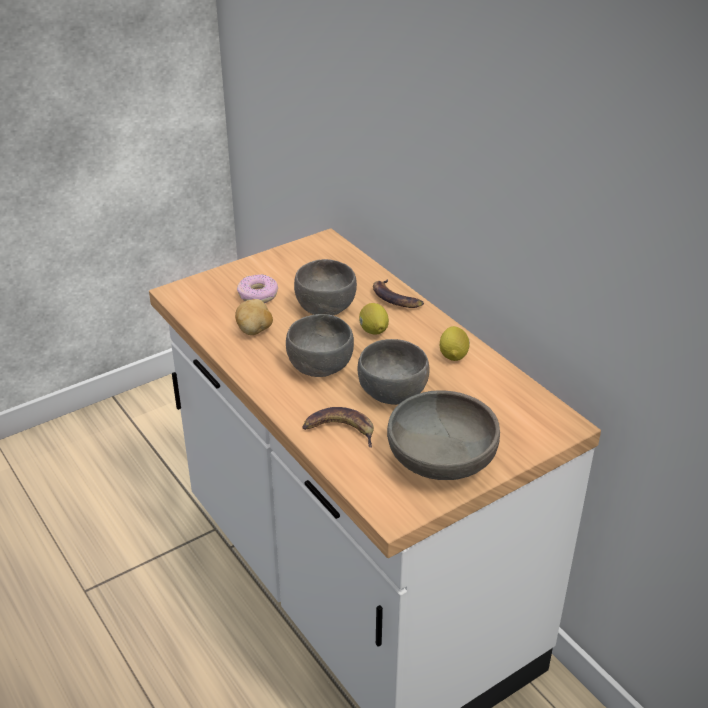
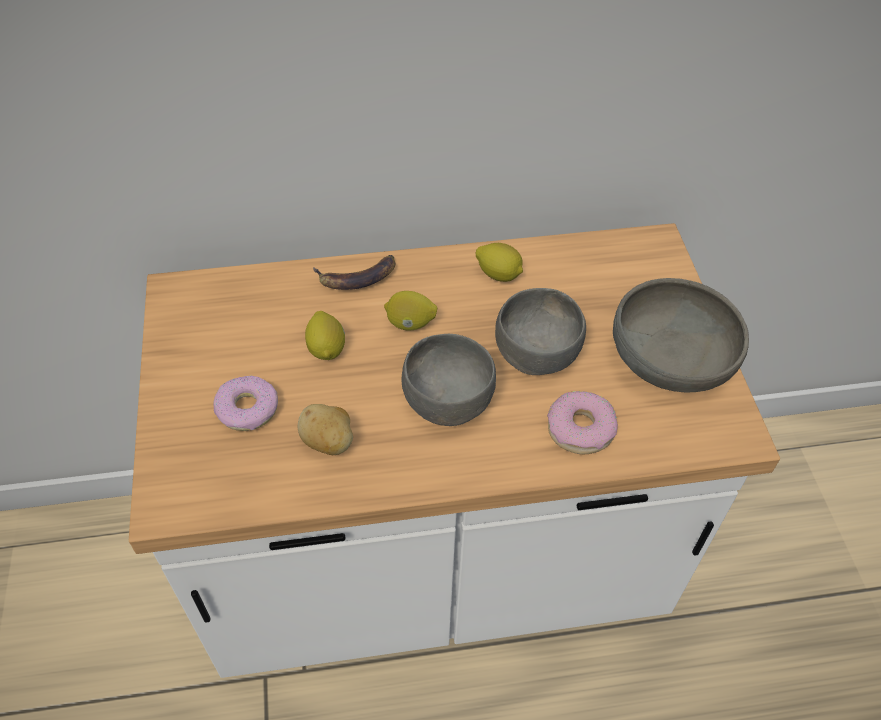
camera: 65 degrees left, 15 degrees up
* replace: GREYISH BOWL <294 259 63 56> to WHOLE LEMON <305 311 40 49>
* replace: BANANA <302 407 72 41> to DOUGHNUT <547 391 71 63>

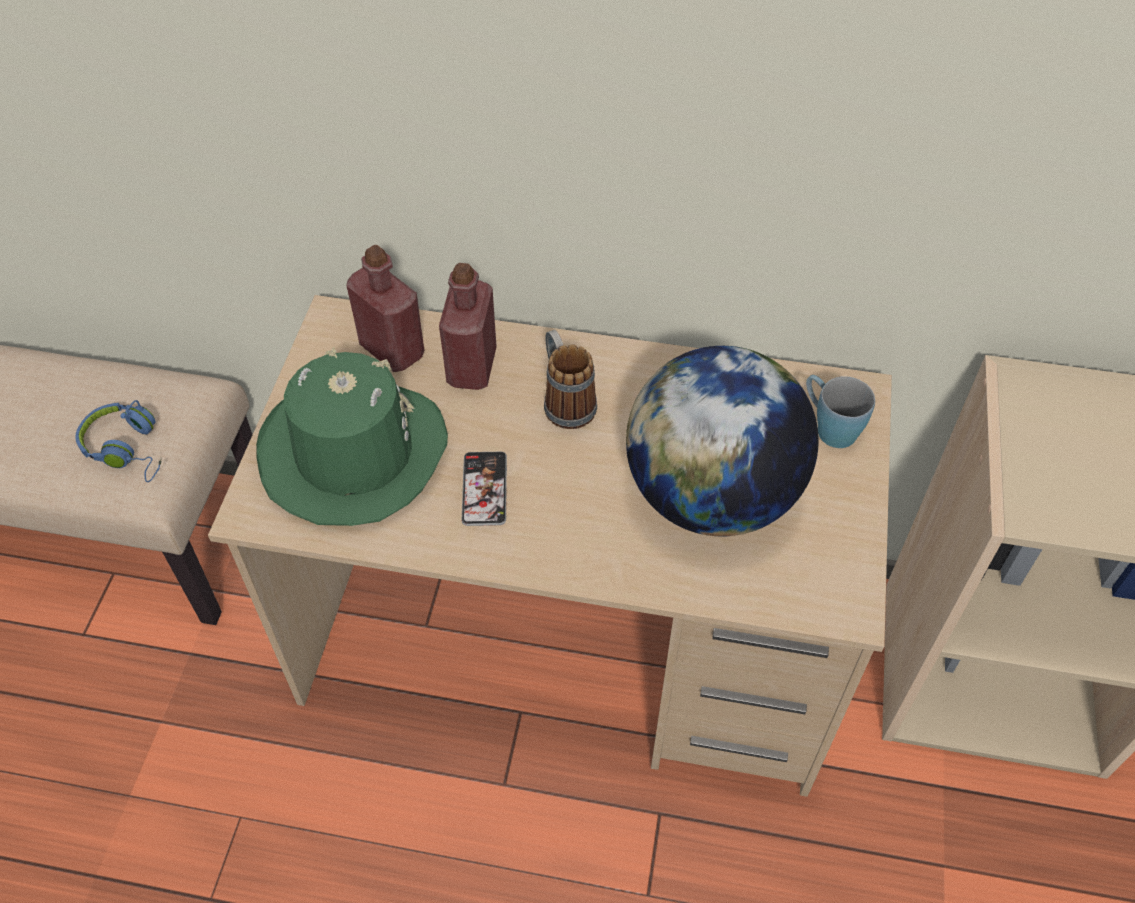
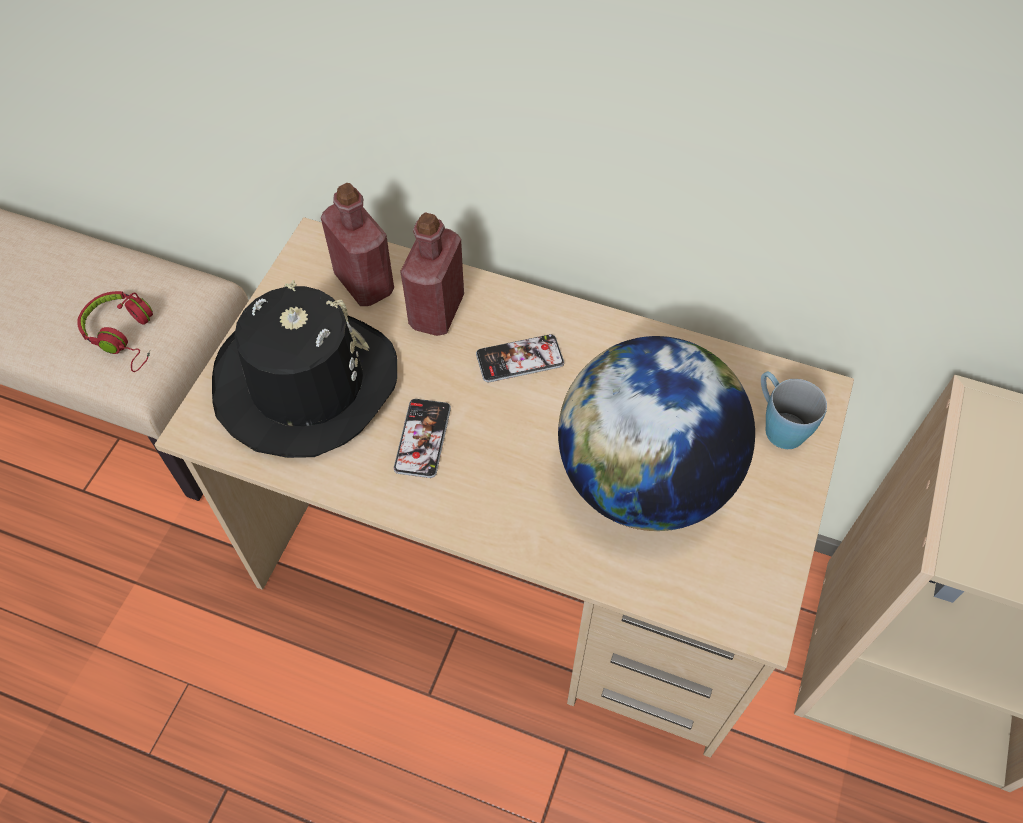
camera: 10 degrees right, 5 degrees up
* recolor: BLUISH HEADPHONES <75 400 87 82> to REDDISH HEADPHONES <77 291 76 81>
* recolor: GREENISH HAT <256 347 192 179> to BLACK-COLOURED HAT <212 280 185 178>
* replace: COFFEE MUG <544 330 53 99> to PHONE <476 334 88 48>

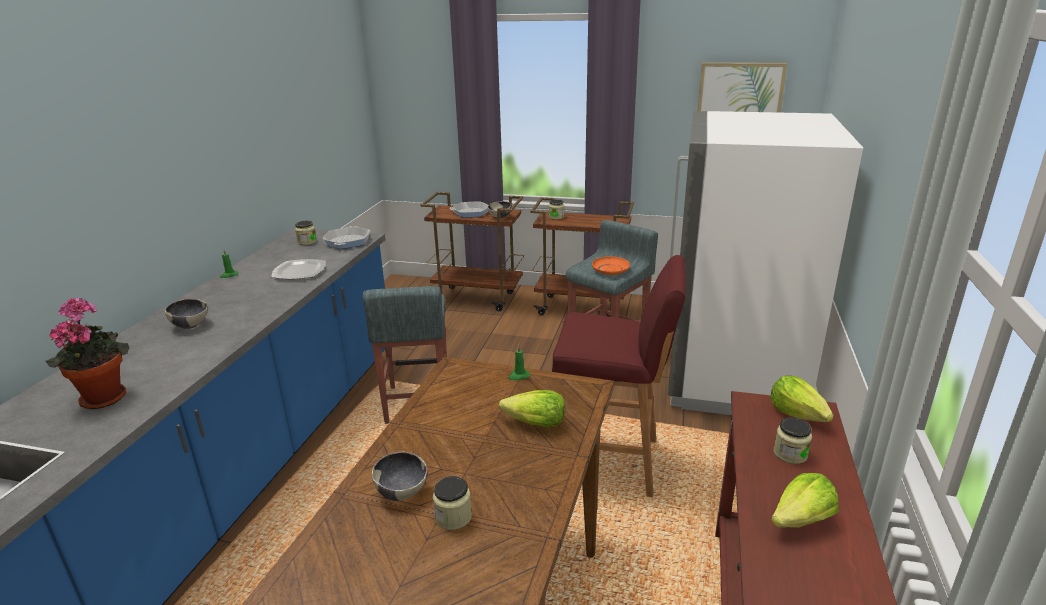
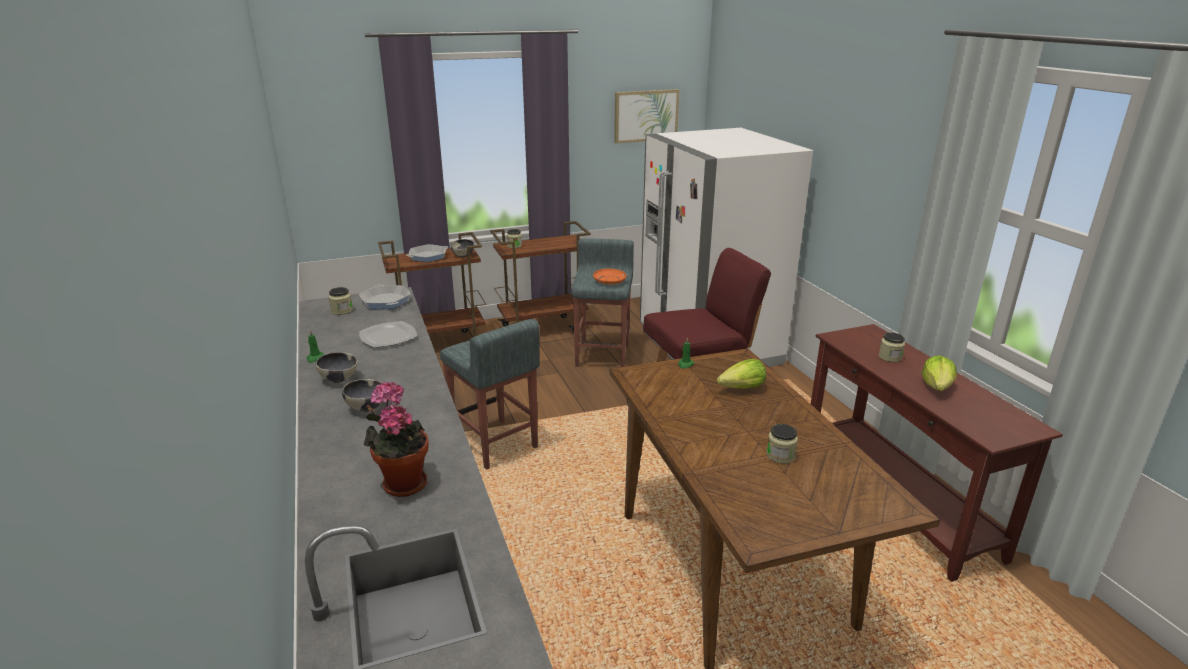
camera: 35 degrees left, 0 degrees up
* move: BOWL <372 451 56 50> to <316 352 42 31>
* delete: LETTUCE <770 376 64 46>

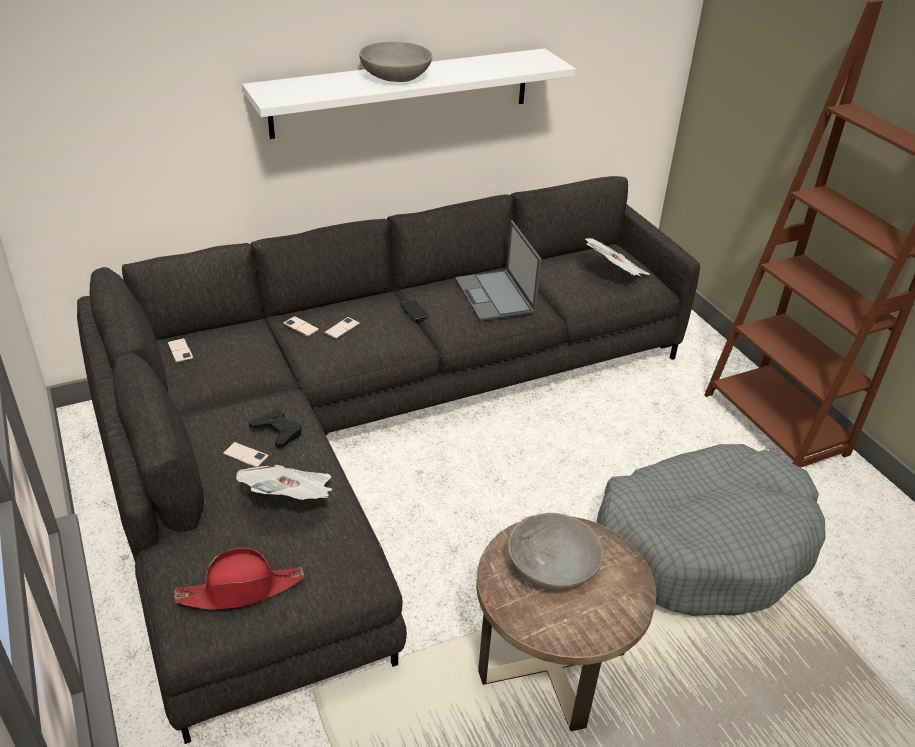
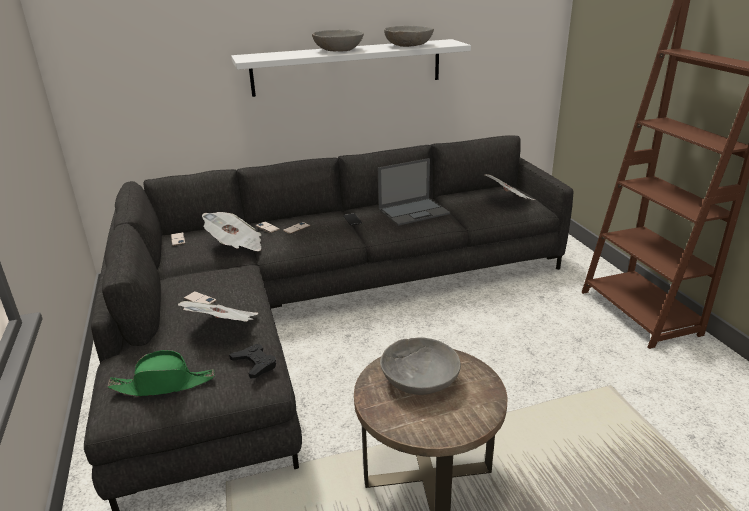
camera: 10 degrees right, 10 degrees down
* recolor: REDDISH HAT <174 548 131 62> to GREENISH HAT <107 350 108 46>
* move: BLACK-COLOURED GAME CONTROLLER <249 409 53 39> to <229 344 47 35>
* rotate: PORTABLE COMPUTER <455 220 86 101> = <378 158 72 68> 105 degrees counterclockwise
* delete: GREYISH PET BED <597 444 229 172>
* insert: DAILY PAPER <202 212 59 39>
* insert: GREYISH BOWL <384 26 50 21>

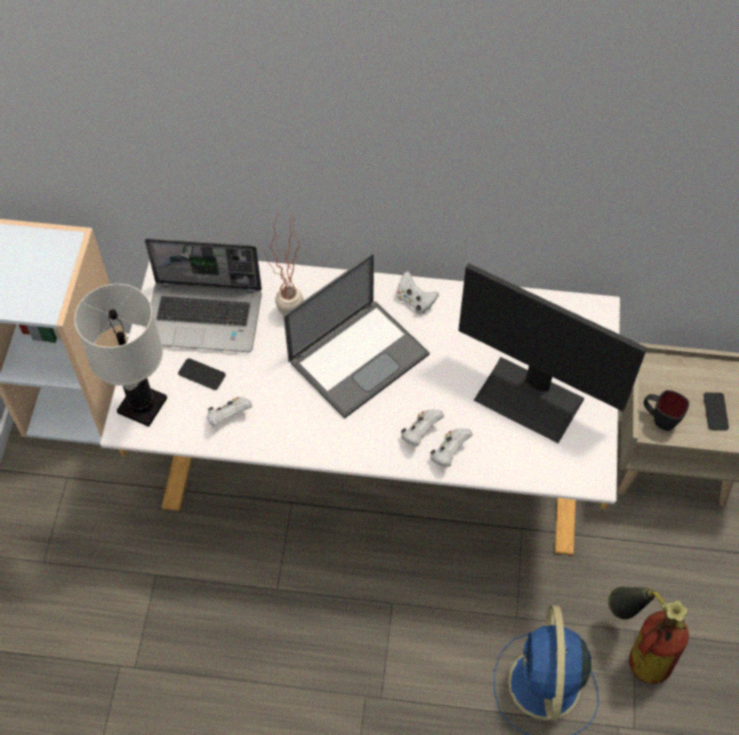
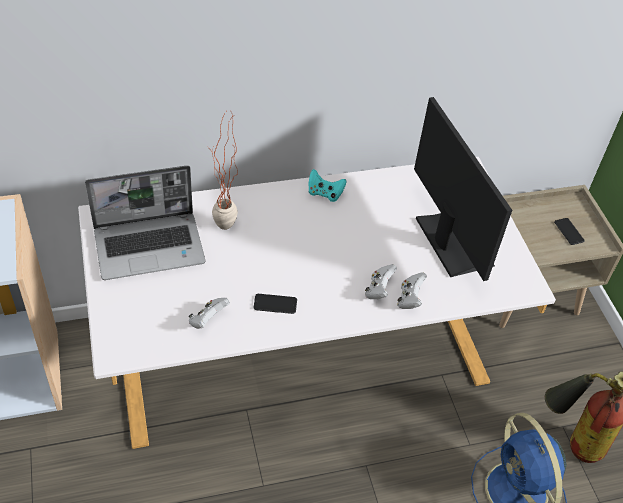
camera: 25 degrees left, 10 degrees down
* delete: WHITE-COLOURED TABLE LAMP <74 284 93 143>
* move: PHONE <178 358 48 32> to <254 294 43 20>
* delete: PORTABLE COMPUTER <283 253 147 165>
* recolor: WHITE-COLOURED GAME CONTROLLER <396 271 43 43> to BLUE-GREEN GAME CONTROLLER <309 169 38 33>
* rotate: MONITOR <458 263 189 180> = <414 97 98 184> 120 degrees counterclockwise
* delete: BLACK-COLOURED COFFEE MUG <644 390 45 41>

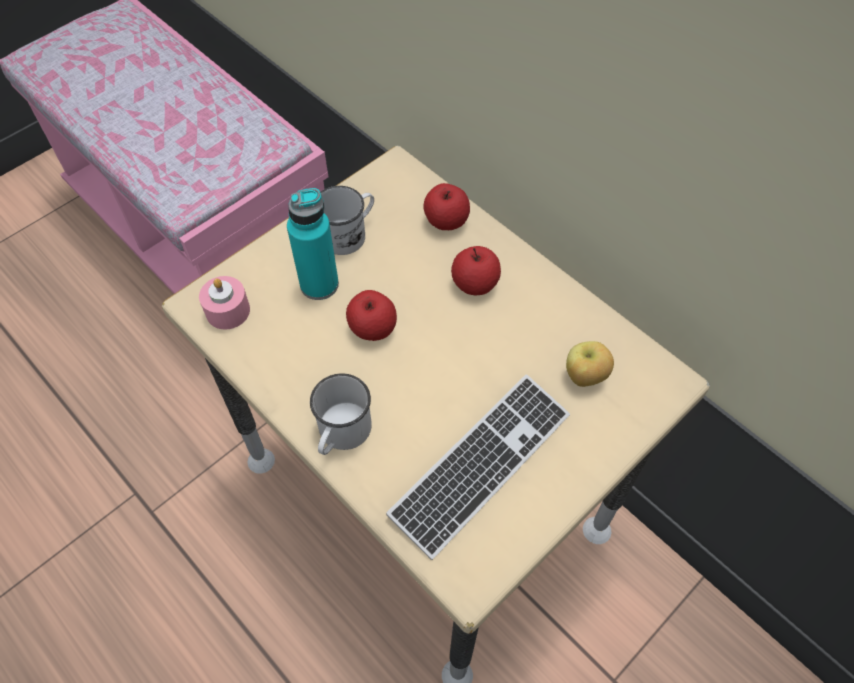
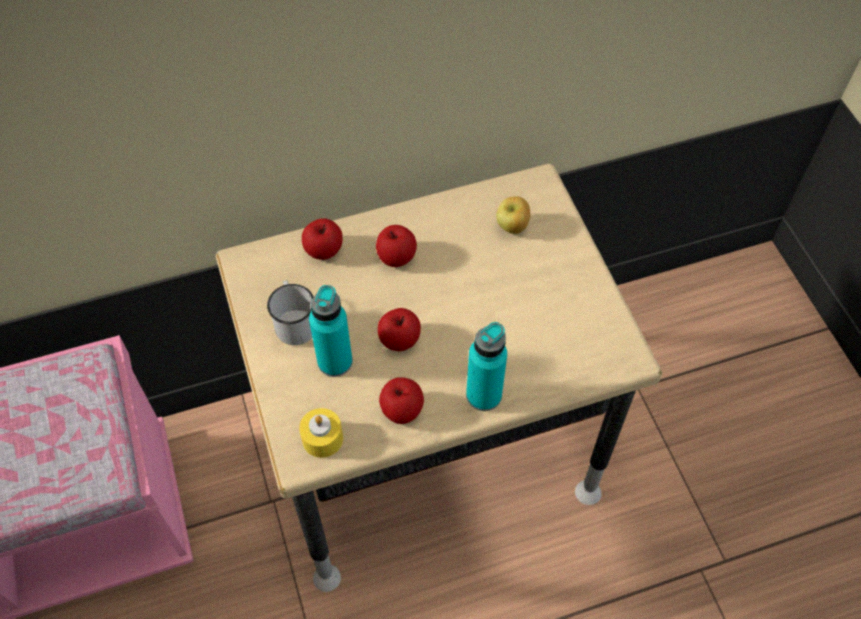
camera: 65 degrees left, 0 degrees up
* recolor: PINK-COLOURED CANDLE <199 276 51 54> to YELLOW-COLOURED CANDLE <299 408 44 50>
* replace: WHITE-COLOURED COFFEE MUG <310 373 62 82> to BLUE-GREEN DRINK BOTTLE <466 322 41 89>
* delete: COMPUTER KEYBOARD <386 375 184 185>
* insert: APPLE FRUIT <379 377 45 47>

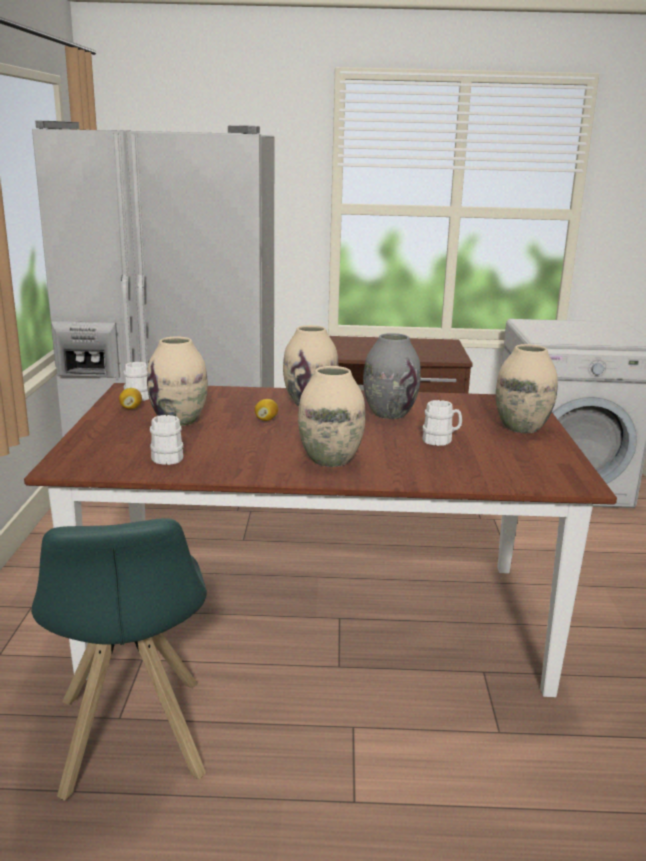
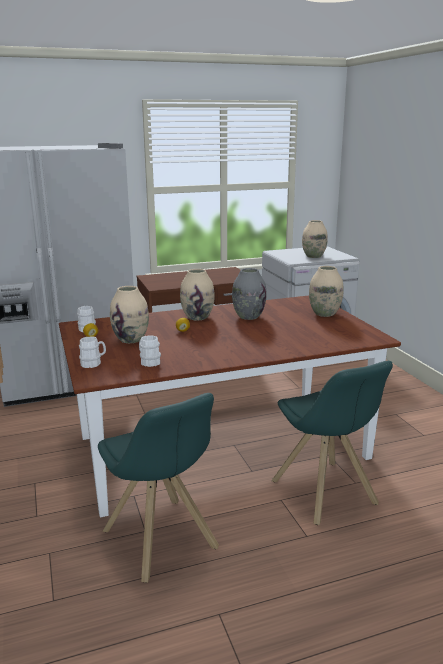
camera: 20 degrees left, 0 degrees up
* move: SAND-COLOURED FLOWER VASE <298 366 68 101> to <302 220 26 38>
* move: WHITE-COLOURED COFFEE MUG <422 400 40 46> to <79 336 27 32>
* insert: BLUE-GREEN PLAIN CHAIR <272 361 121 164>

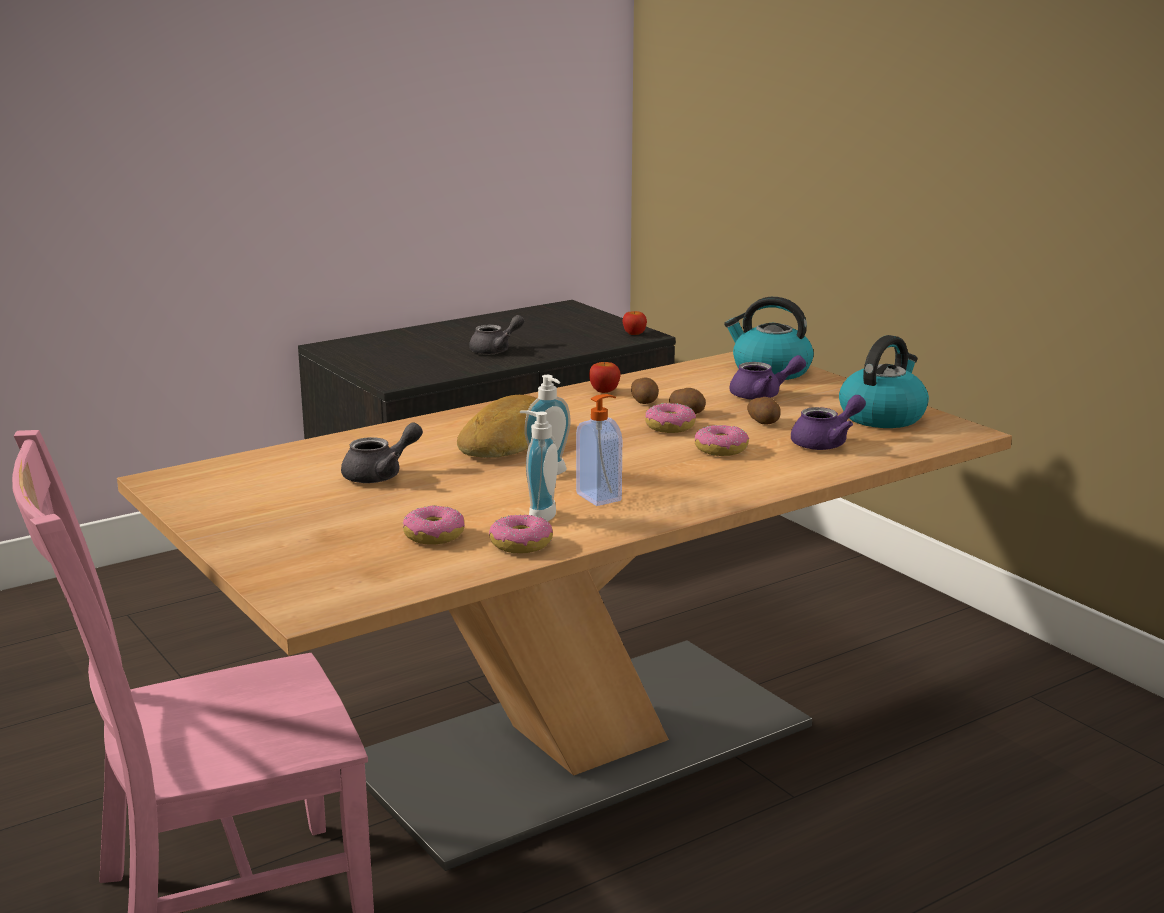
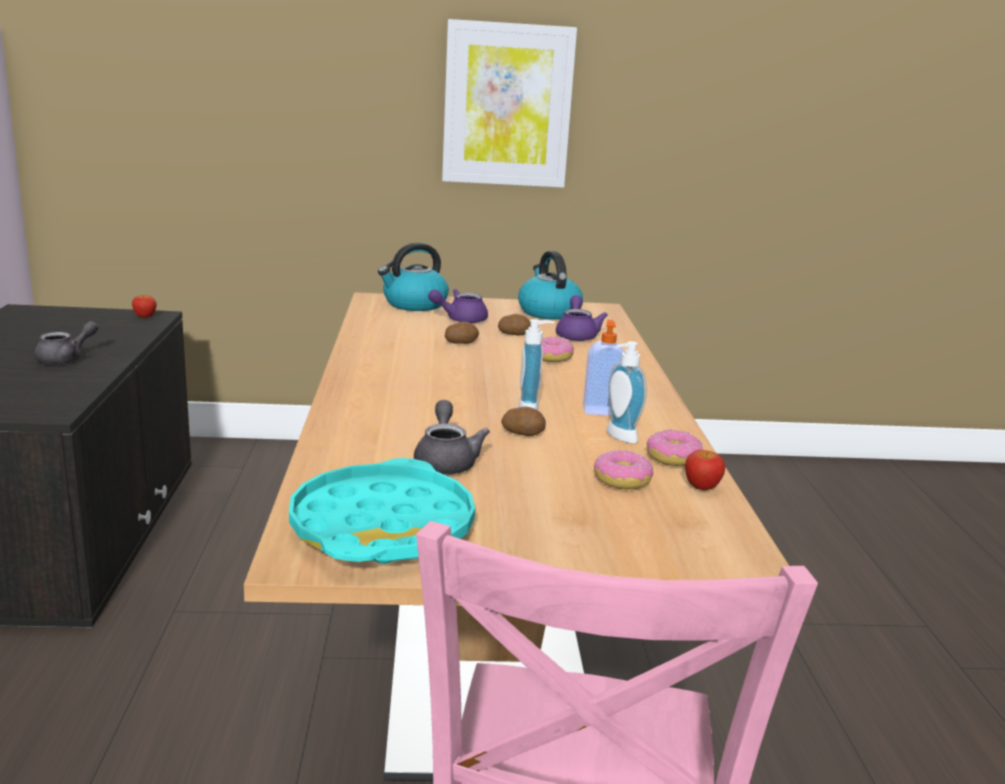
camera: 60 degrees left, 0 degrees up
* delete: BAKERY BREAD <457 395 80 63>
* rotate: GREYISH TEAPOT <469 315 55 40> = <34 321 64 43> 45 degrees clockwise
* move: APPLE FRUIT <589 362 31 31> to <685 450 40 40>
* move: WHOLE POTATO <631 377 28 27> to <501 406 45 30>
* delete: DOUGHNUT <645 403 51 30>
* rotate: PURPLE TEAPOT <730 355 76 45> = <428 289 60 34> 135 degrees counterclockwise
* insert: BLUE-GREEN CARRYING TRAY <289 458 186 106>
* insert: WALL ART <442 19 135 169>

